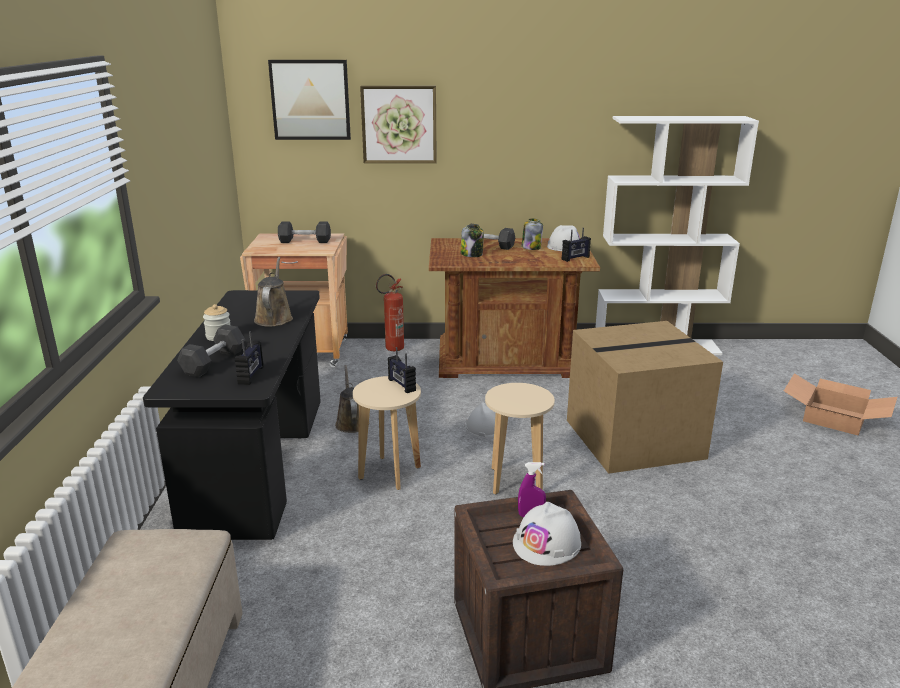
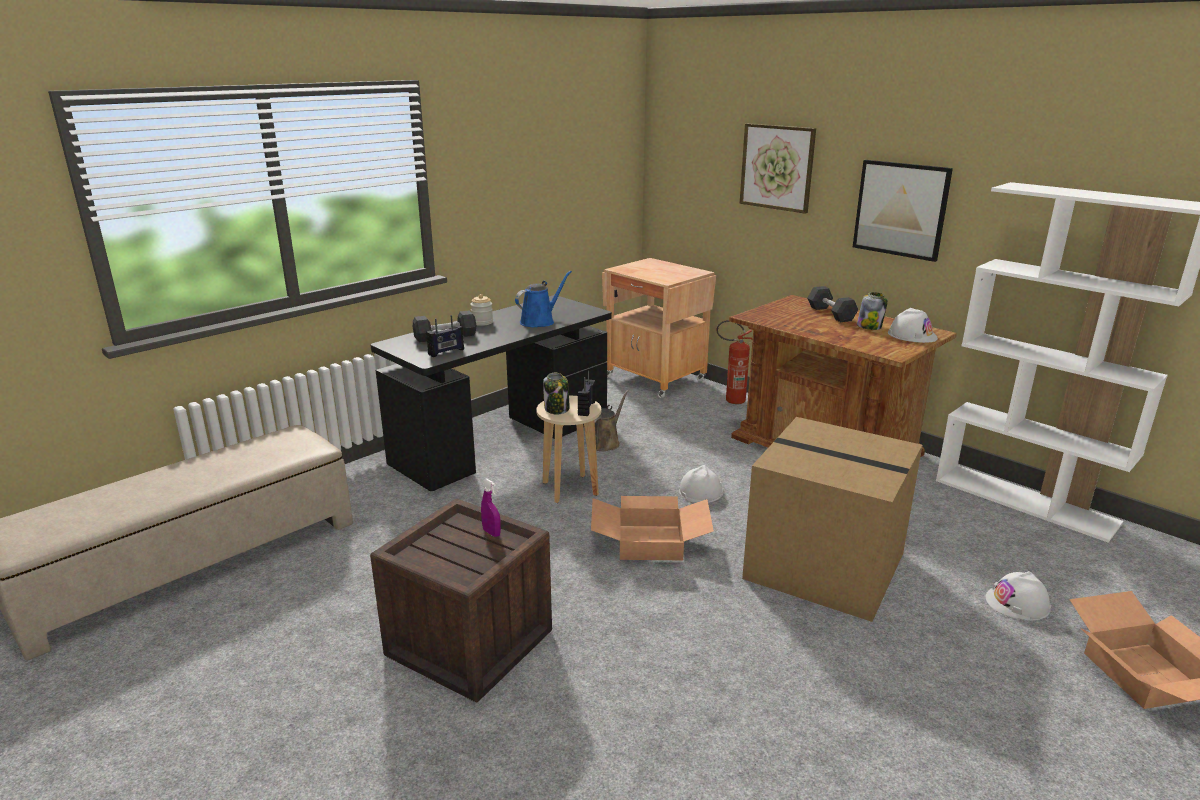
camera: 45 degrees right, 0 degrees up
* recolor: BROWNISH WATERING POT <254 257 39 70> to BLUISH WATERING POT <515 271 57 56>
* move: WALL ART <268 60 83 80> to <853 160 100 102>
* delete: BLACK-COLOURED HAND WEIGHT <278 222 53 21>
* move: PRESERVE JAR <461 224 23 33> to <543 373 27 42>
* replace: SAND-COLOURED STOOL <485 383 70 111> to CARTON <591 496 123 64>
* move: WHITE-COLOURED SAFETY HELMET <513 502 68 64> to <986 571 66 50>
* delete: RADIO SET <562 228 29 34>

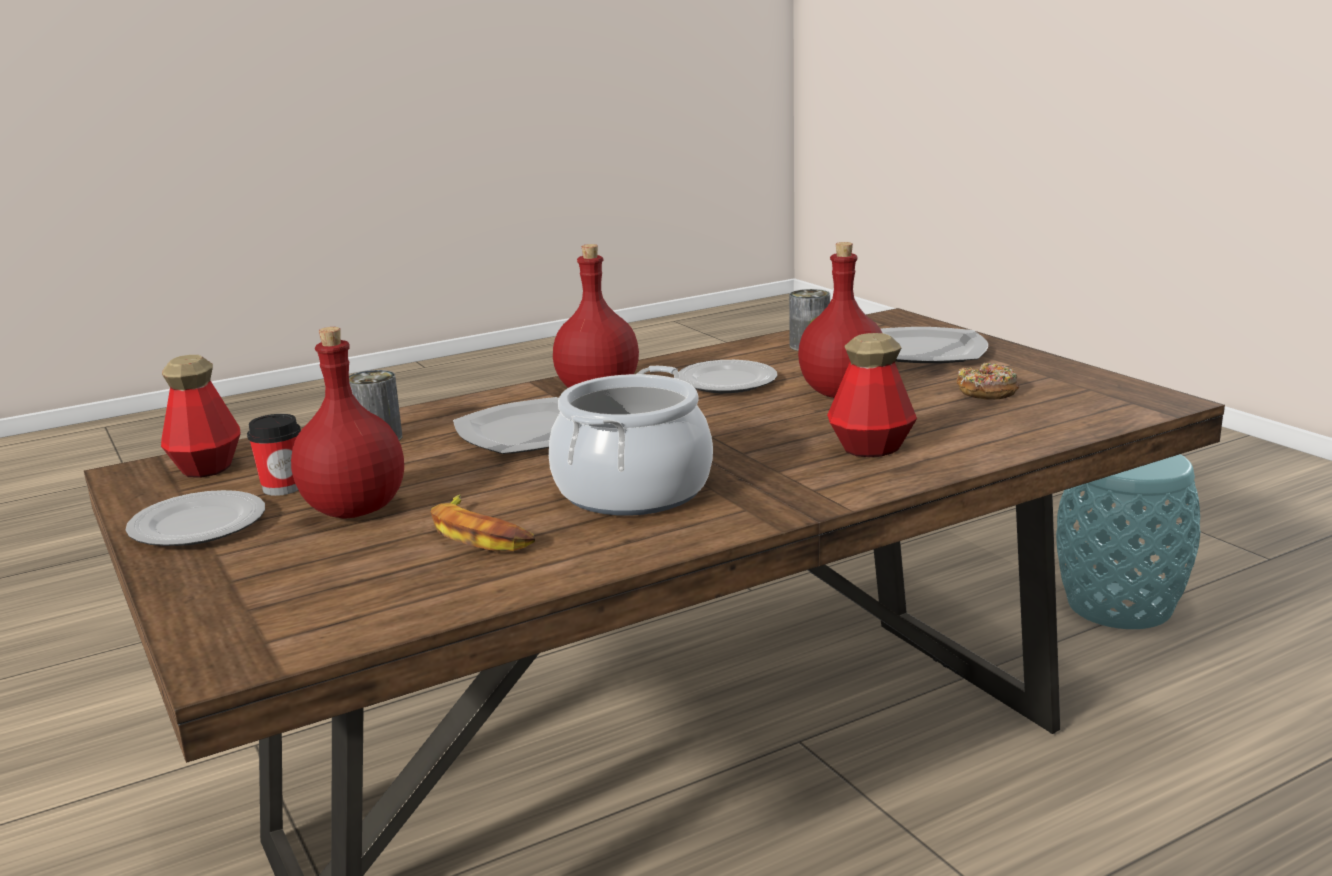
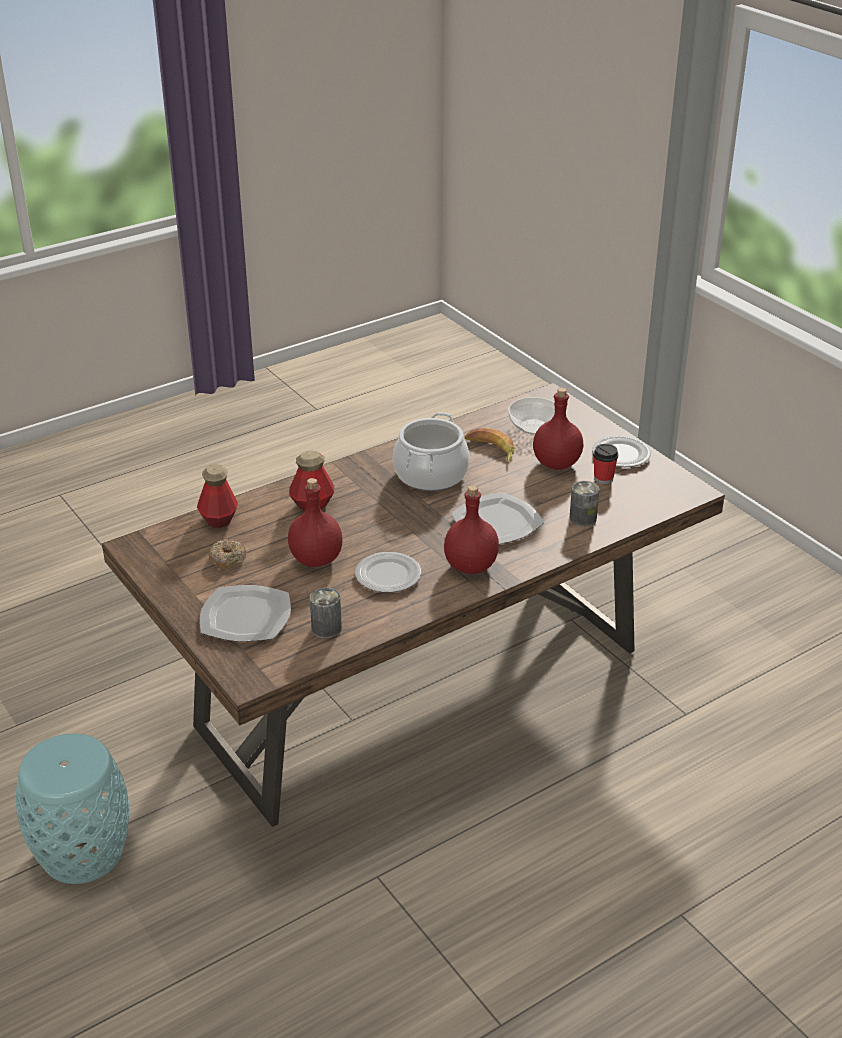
camera: 175 degrees right, 15 degrees up
* move: DRINK BOTTLE <161 355 80 123> to <197 464 41 64>
* insert: BOWL <508 397 47 38>

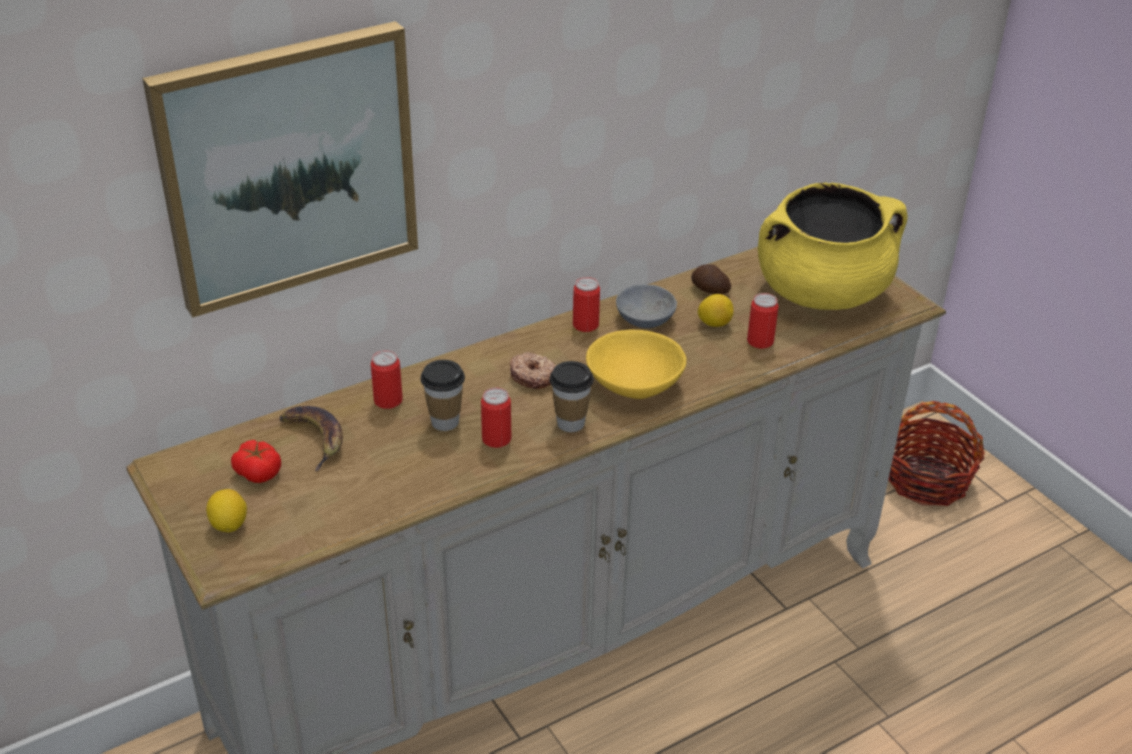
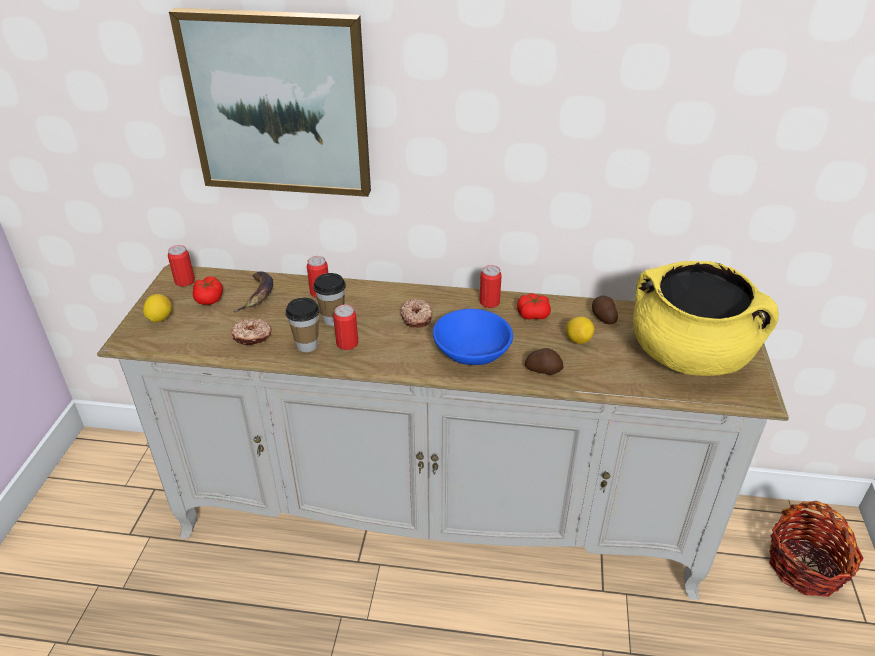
camera: 40 degrees right, 0 degrees up
* move: CUP <550 361 44 71> to <285 298 35 54>
* recolor: YELLOW-COLOURED BOWL <586 330 100 69> to BLUISH BOWL <433 309 80 56>
* replace: GREYISH BOWL <616 284 61 44> to TOMATO <517 293 34 27>
* move: SEALED CAN <747 293 32 56> to <168 245 27 42>
* insert: DOUGHNUT <231 319 41 26>
* insert: WHOLE POTATO <525 348 38 27>

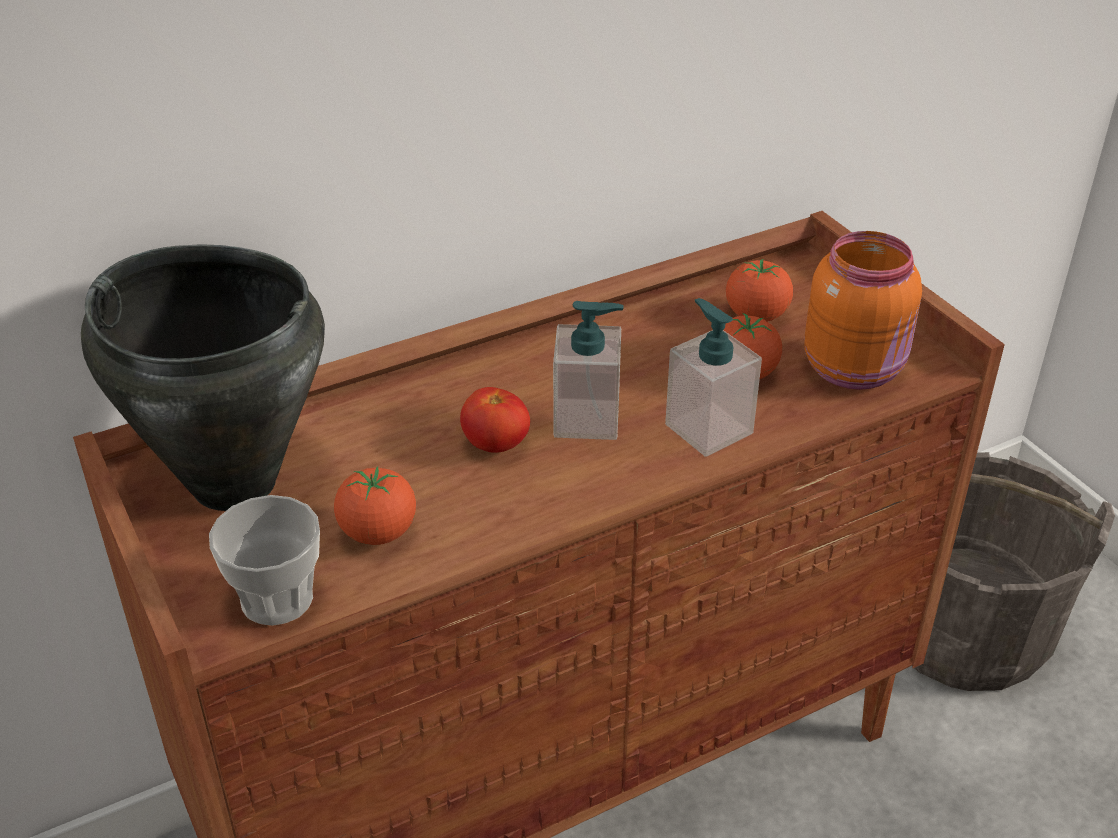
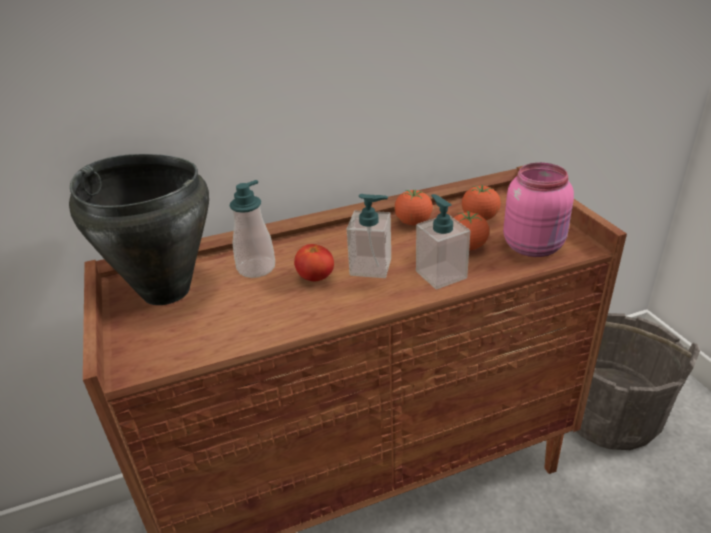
camera: 10 degrees right, 5 degrees down
* delete: CUP <209 495 111 131>
* move: TOMATO <334 466 82 79> to <394 189 39 36>
* recolor: ORANGE-COLOURED PRESERVE JAR <804 231 118 159> to PINK-COLOURED PRESERVE JAR <503 163 71 94>
* insert: SOAP BOTTLE <230 180 45 98>

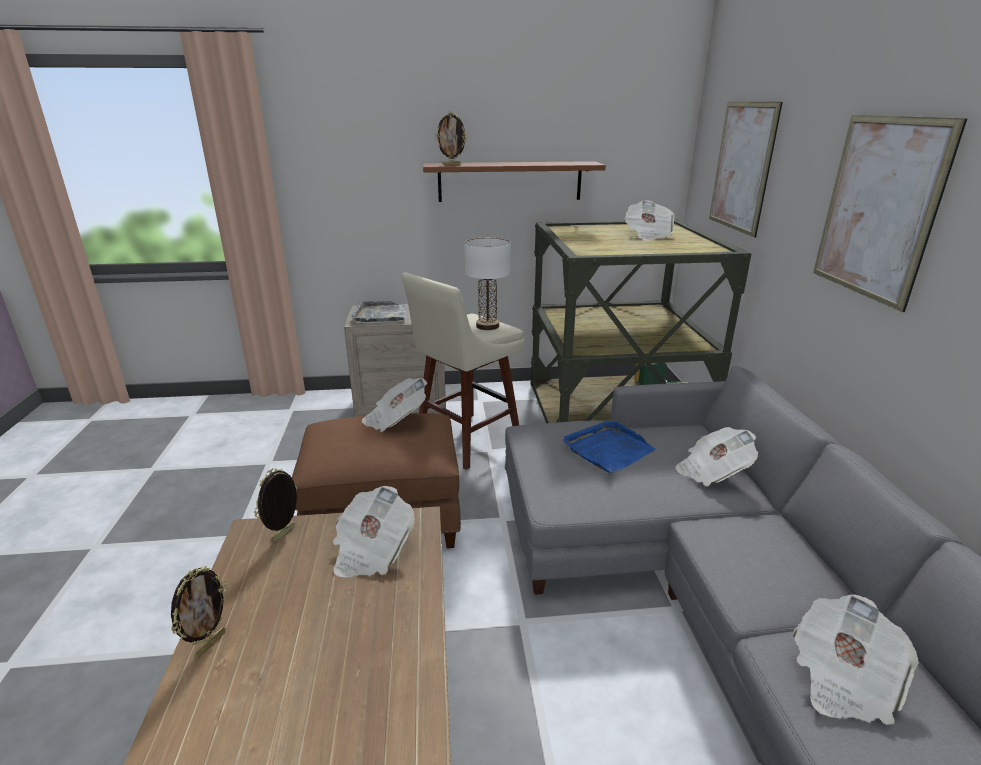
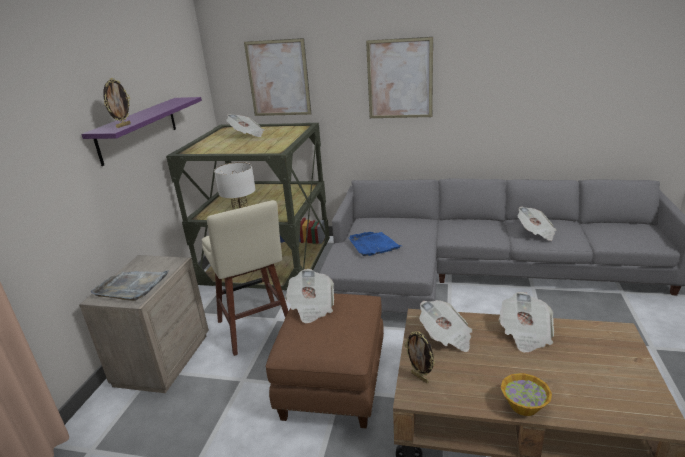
camera: 70 degrees left, 0 degrees up
* replace: PICTURE FRAME <171 566 57 92> to BOWL <501 373 51 43>
* recolor: BROWNISH WALL SHELF <423 161 183 41> to PURPLE WALL SHELF <81 97 121 69>
* move: DAILY PAPER <675 427 83 59> to <499 292 55 61>

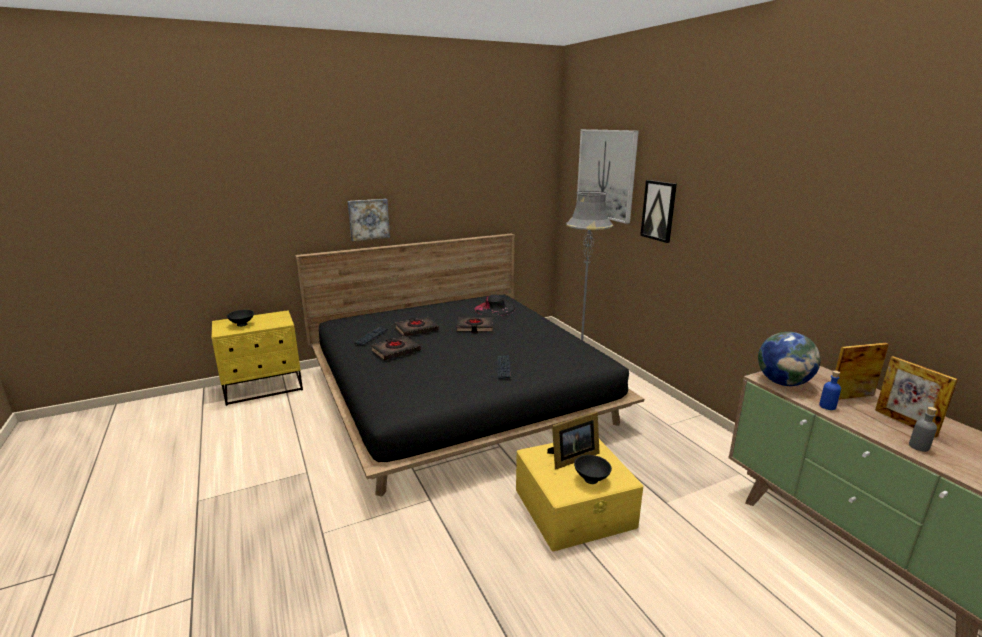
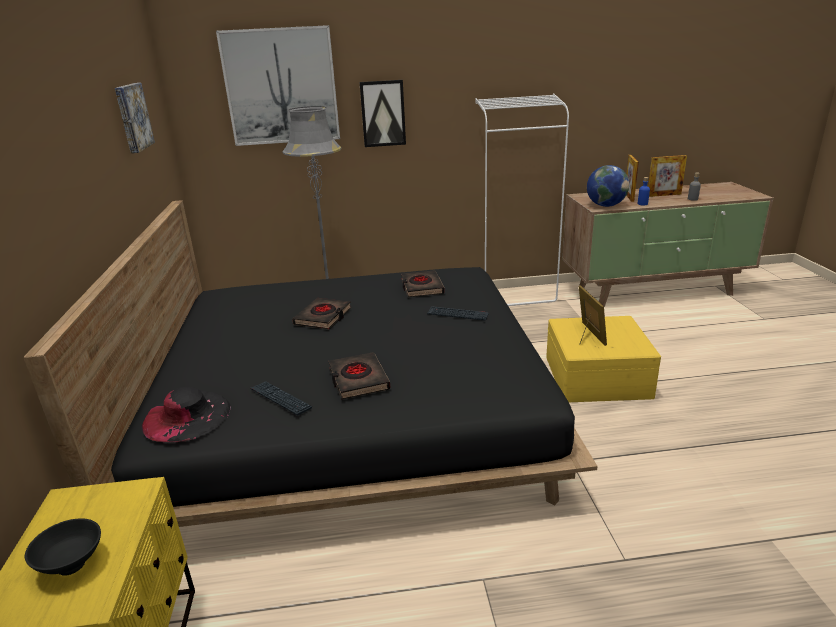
camera: 70 degrees left, 5 degrees up
* move: WALL ART <347 199 43 42> to <115 83 40 70>
* move: BLACK-COLOURED BOUND BOOK <395 317 44 19> to <401 270 44 27>
* move: BLACK-COLOURED HAT <475 294 40 22> to <142 387 89 56>
* delete: BLACK-COLOURED BOWL <574 455 38 29>
* insert: WHITE-COLOURED GARMENT STAND <475 94 94 212>

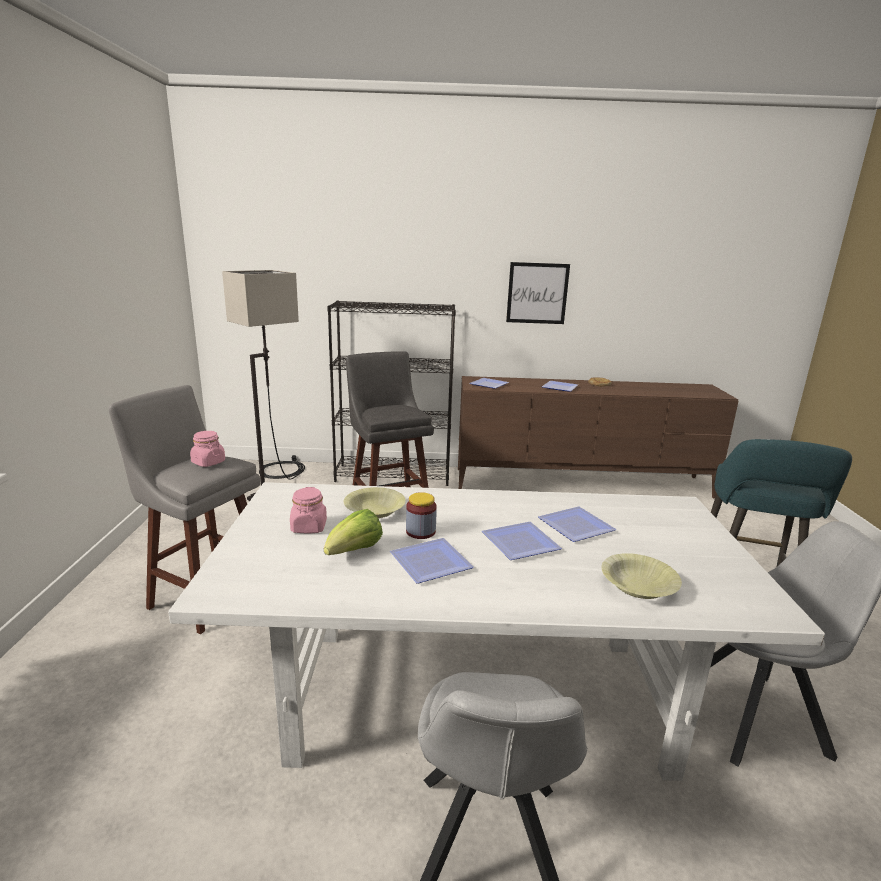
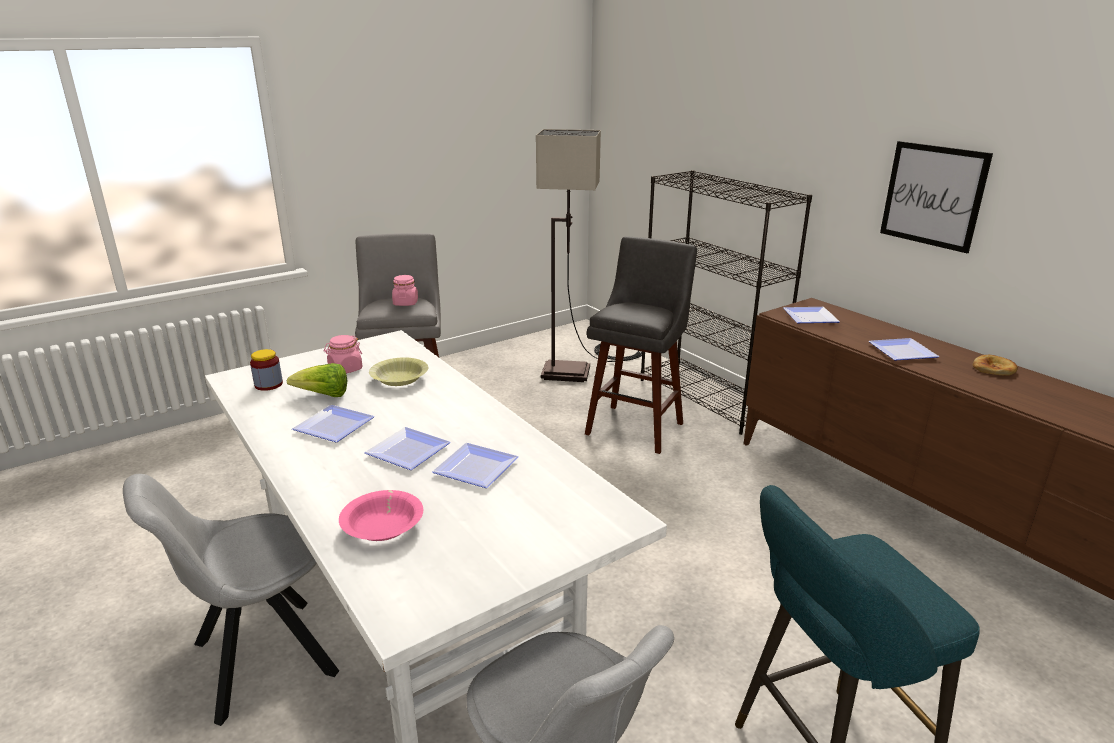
camera: 55 degrees right, 5 degrees up
* move: PRESERVE JAR <406 492 31 47> to <250 349 33 42>
* recolor: YELLOW-COLOURED BOWL <601 553 81 46> to PINK-COLOURED BOWL <339 490 84 51>

